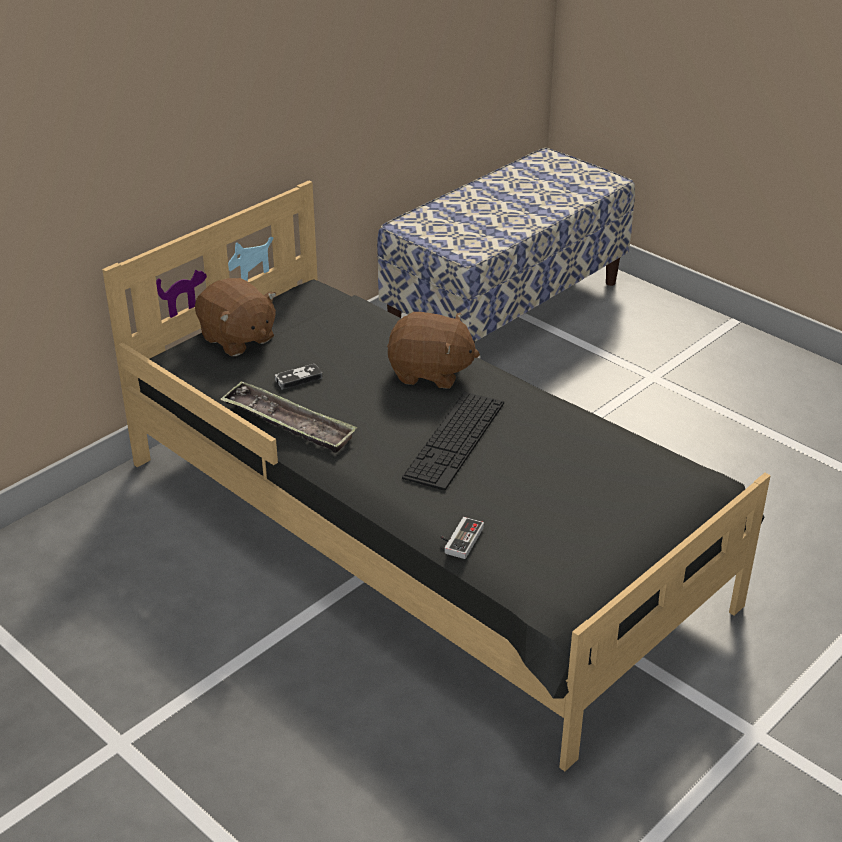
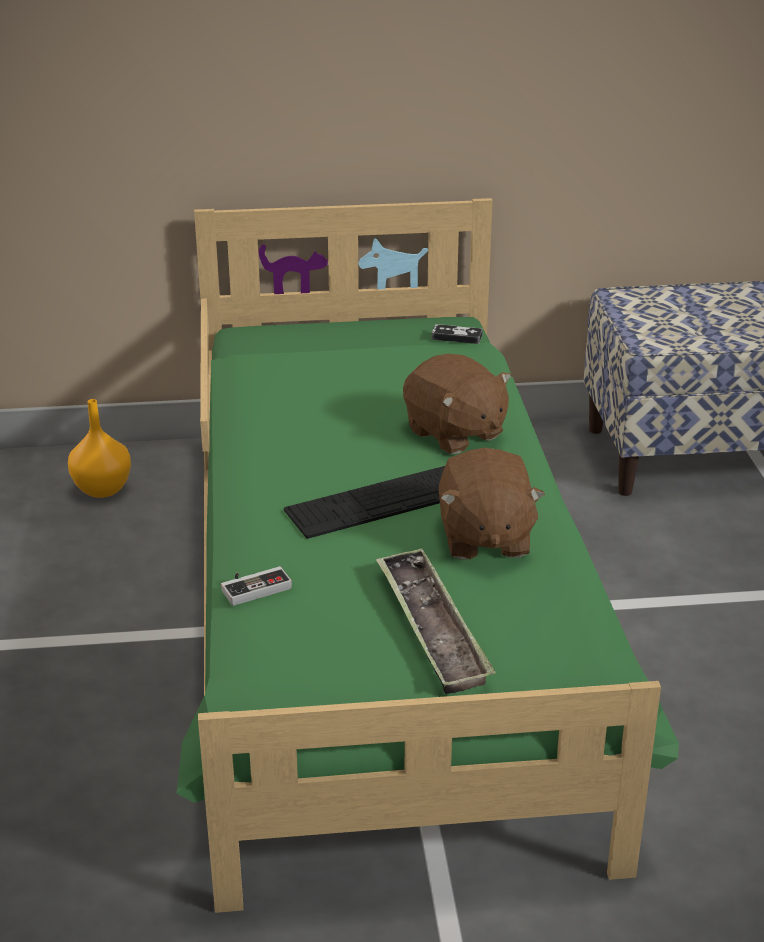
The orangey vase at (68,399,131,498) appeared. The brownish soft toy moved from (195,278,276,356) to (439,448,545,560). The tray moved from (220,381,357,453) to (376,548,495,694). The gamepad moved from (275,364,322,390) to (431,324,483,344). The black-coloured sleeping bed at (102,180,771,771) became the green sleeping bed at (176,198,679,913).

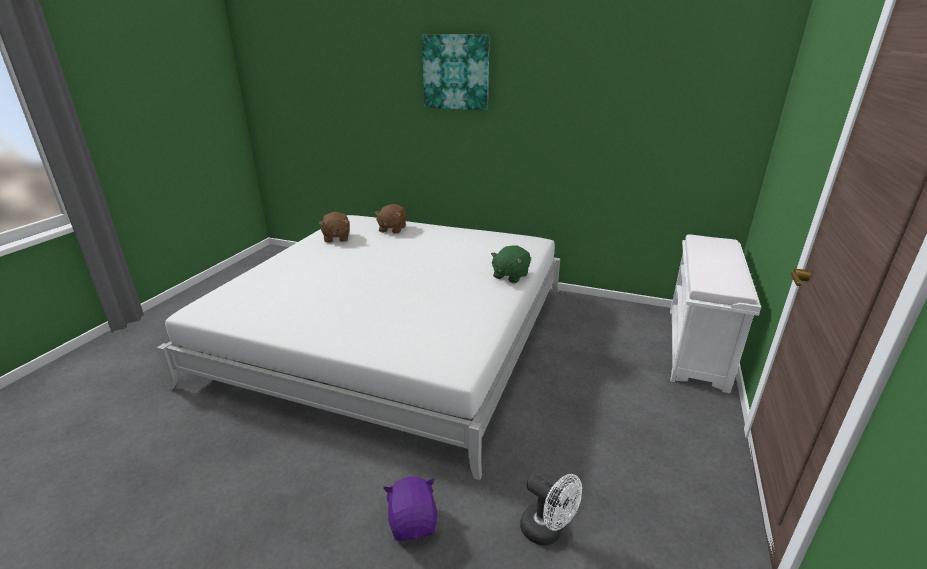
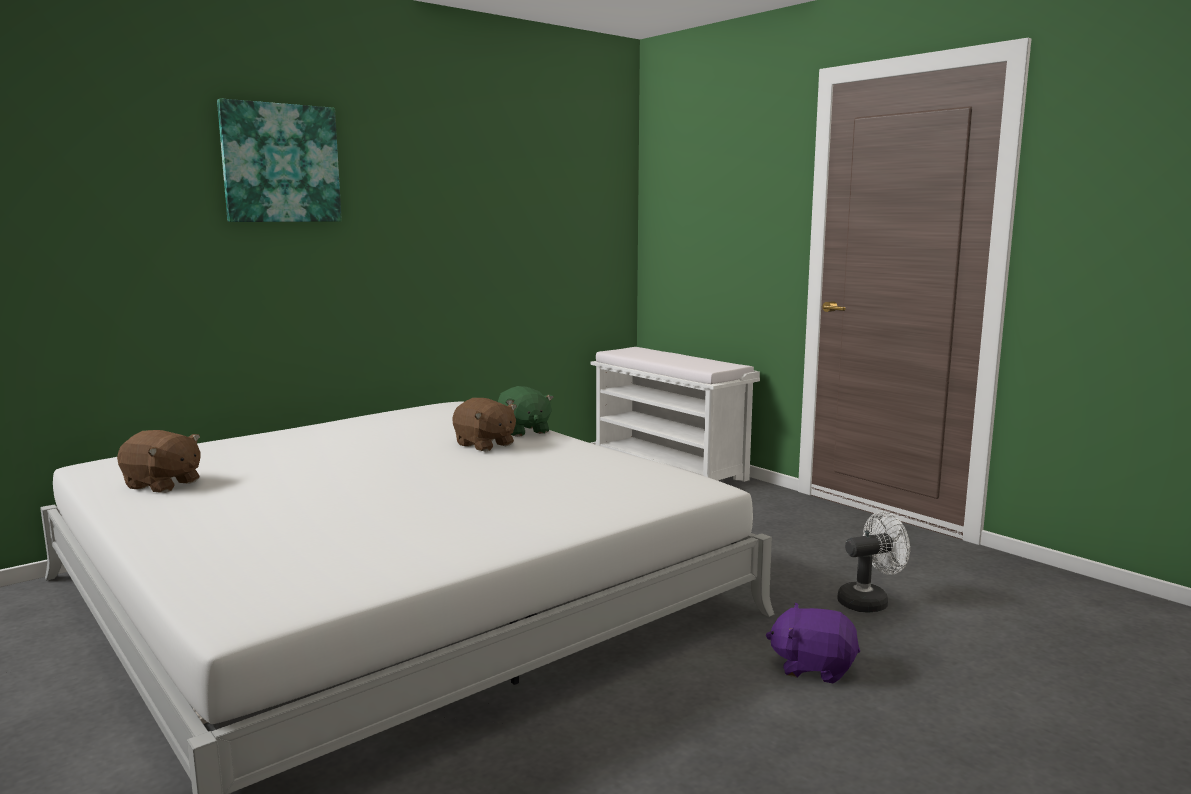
The brownish soft toy moved from (375,204,407,234) to (452,398,517,452).

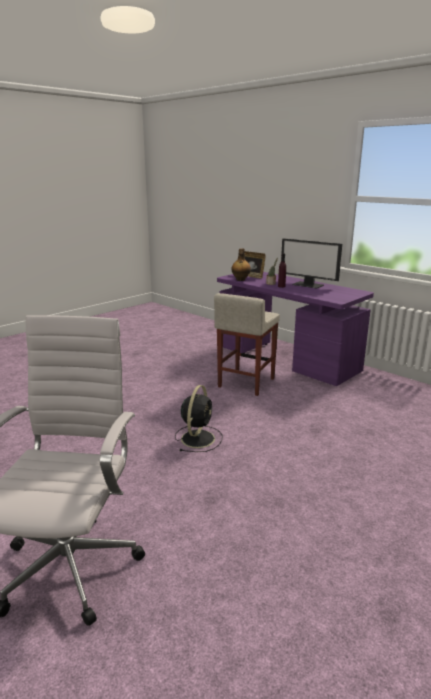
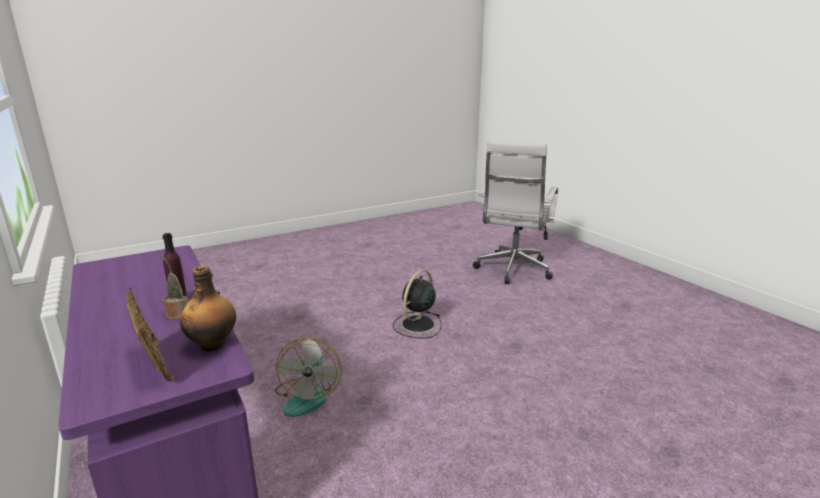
The monitor at (281,238,342,288) disappeared. The beige stool seat at (214,293,280,396) was replaced by the electric fan at (275,338,342,417).

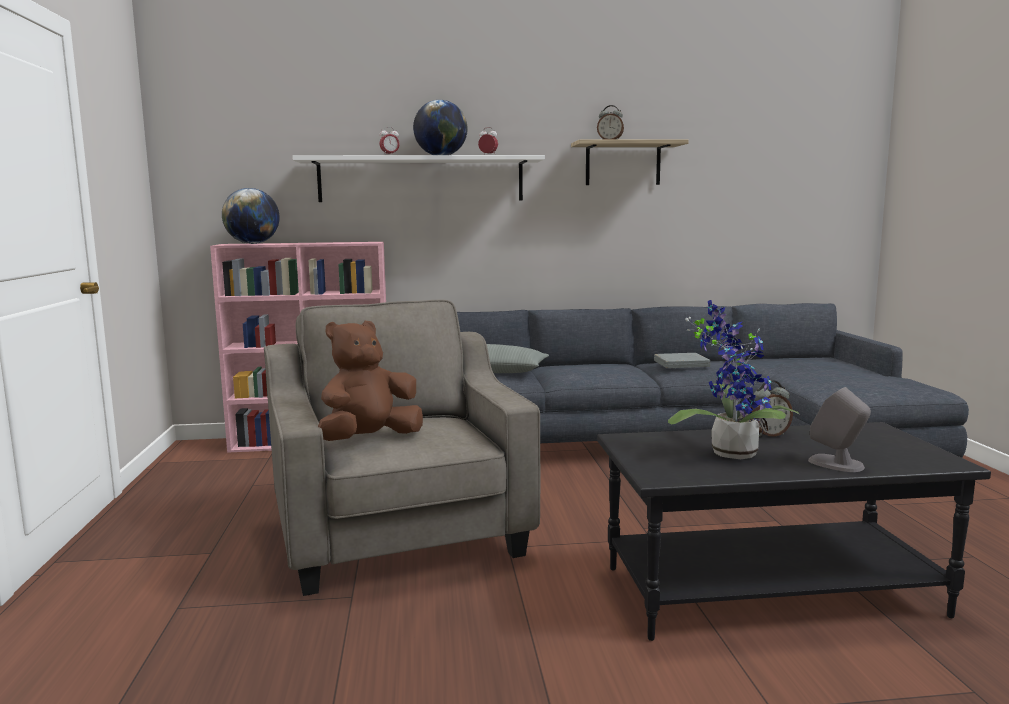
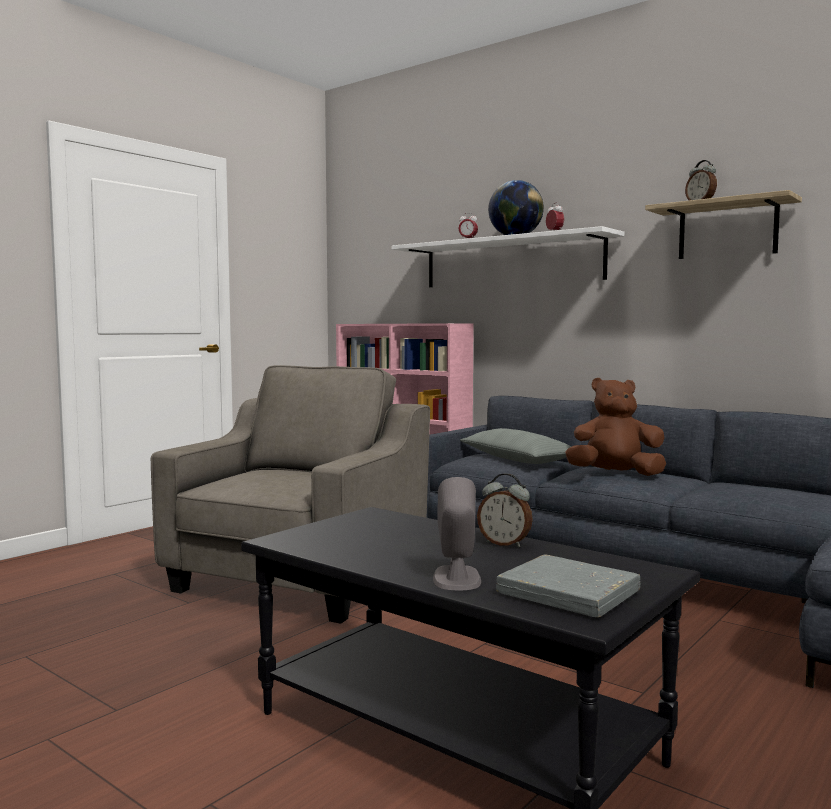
The desk globe at (222,188,279,244) disappeared. The potted plant at (668,300,799,459) disappeared. The brownish soft toy moved from (318,321,423,441) to (565,378,666,476). The grey book moved from (654,353,710,368) to (496,554,640,617).

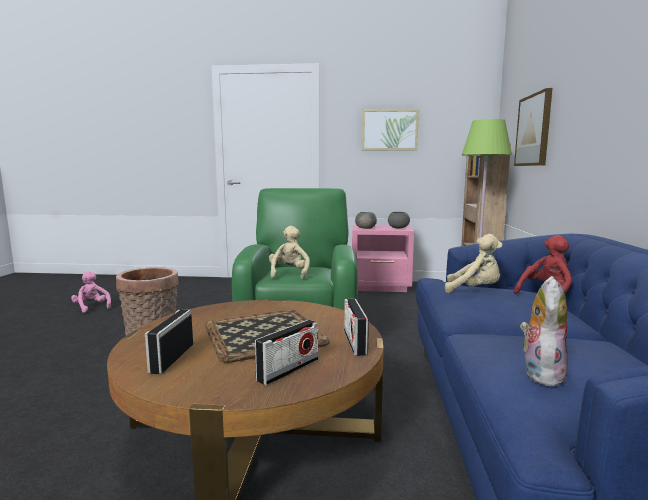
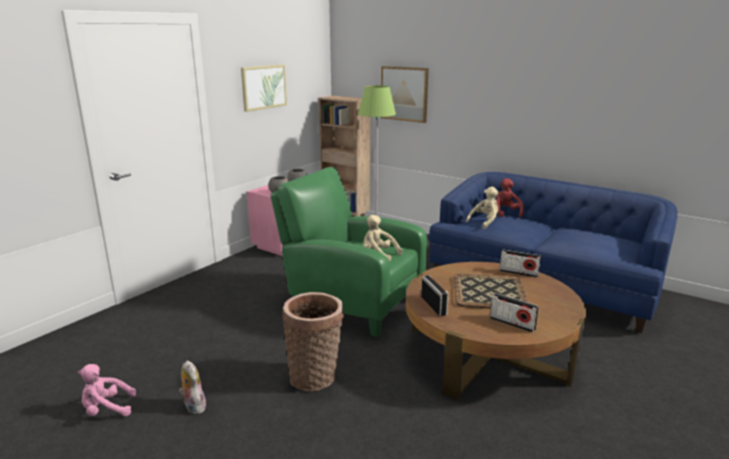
The radio moved from (255,320,318,385) to (421,275,449,316). The soft toy moved from (520,276,568,388) to (179,361,206,414).

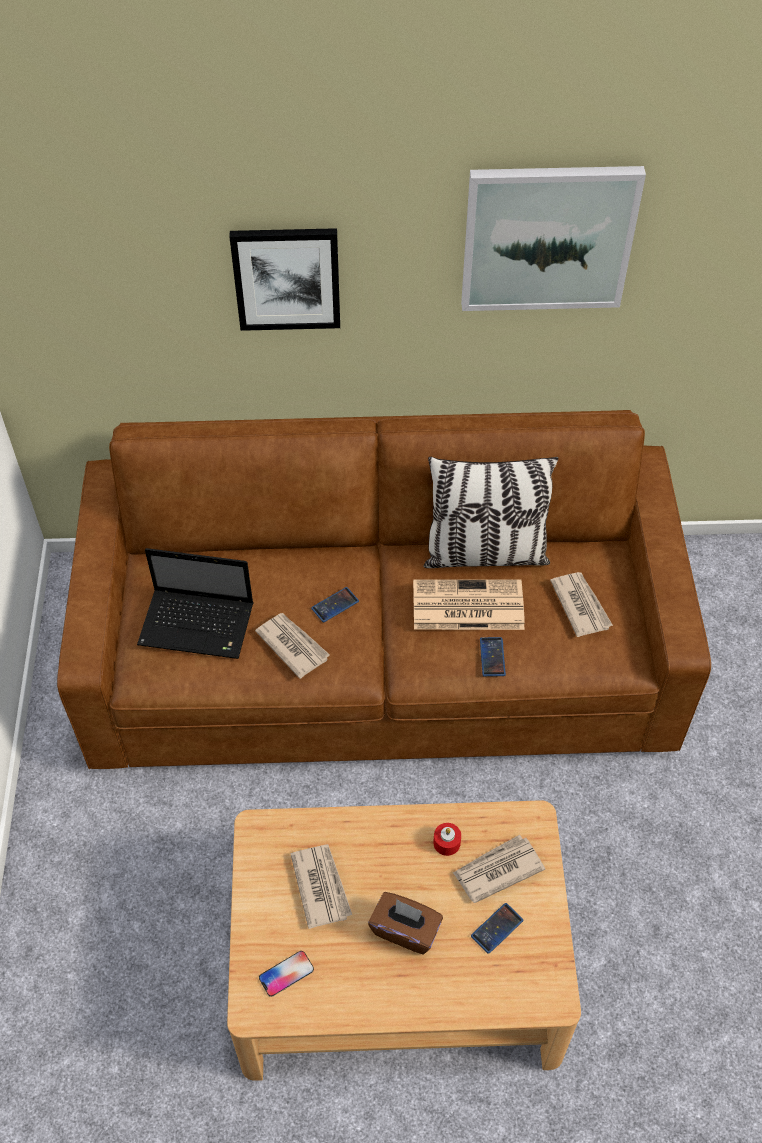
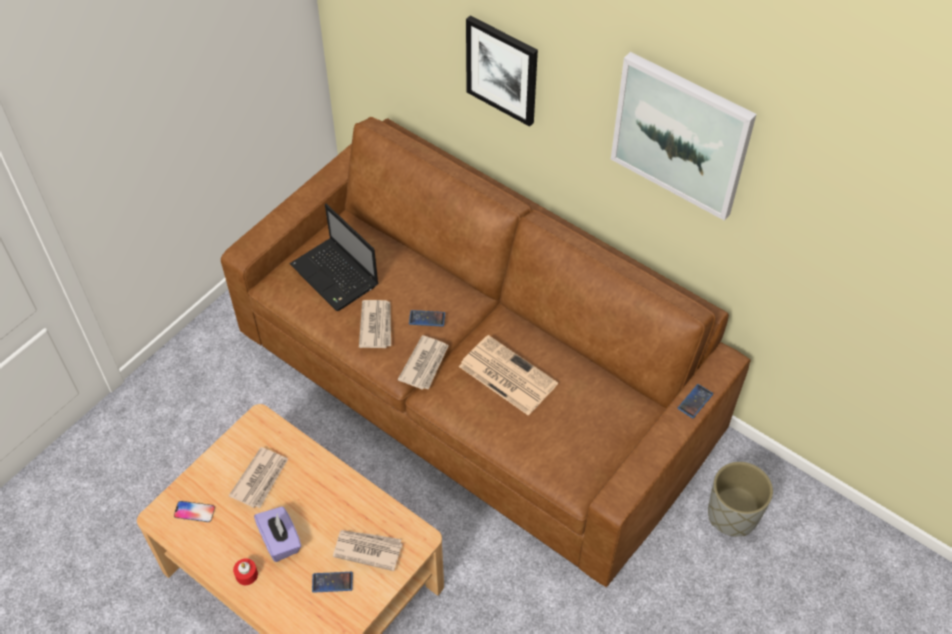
The cushion at (423,457,558,568) disappeared. The grey flower pot at (708,462,773,536) appeared. The reddish candle moved from (433,823,461,856) to (233,559,258,585). The telephone moved from (480,637,506,676) to (678,384,713,418). The daily paper moved from (550,572,613,637) to (398,335,449,390). The brownish tissue holder at (368,892,443,954) became the purple tissue holder at (254,507,301,562).

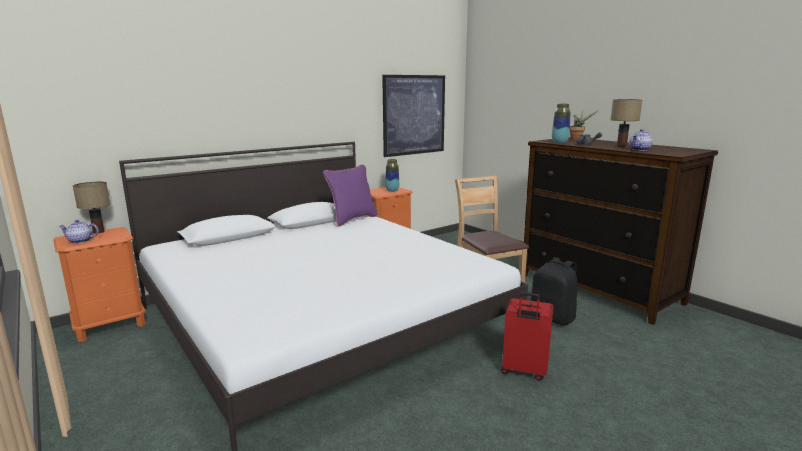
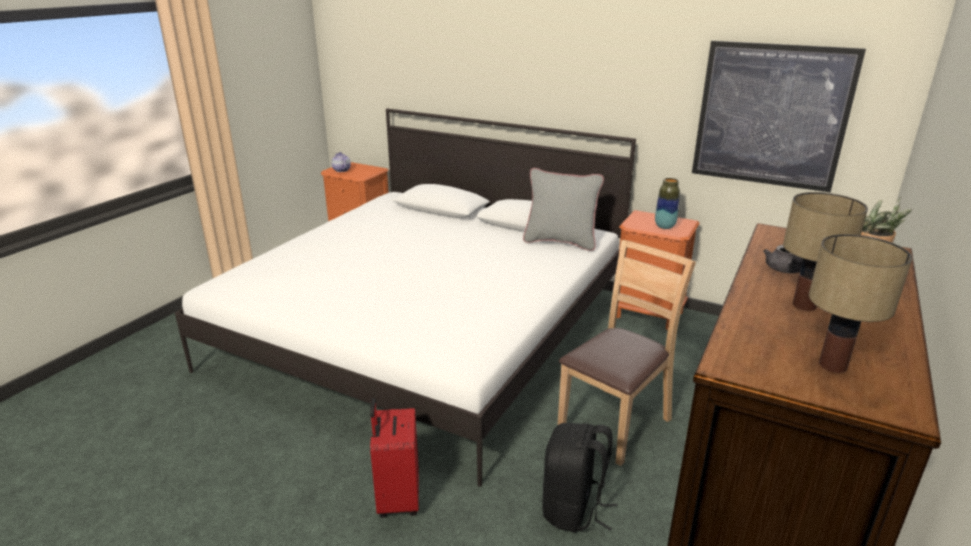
The vase at (552,104,570,143) disappeared. The teapot at (629,129,653,151) disappeared. The tabletop lamp moved from (73,182,110,234) to (809,234,912,373). The purple cushion at (323,165,378,226) became the grey cushion at (523,168,604,251).

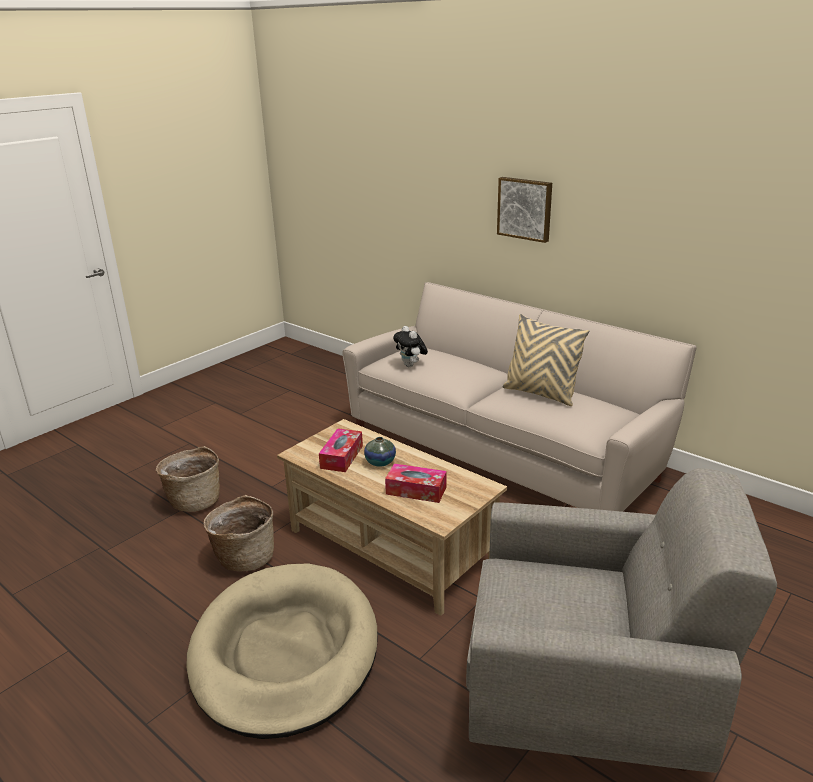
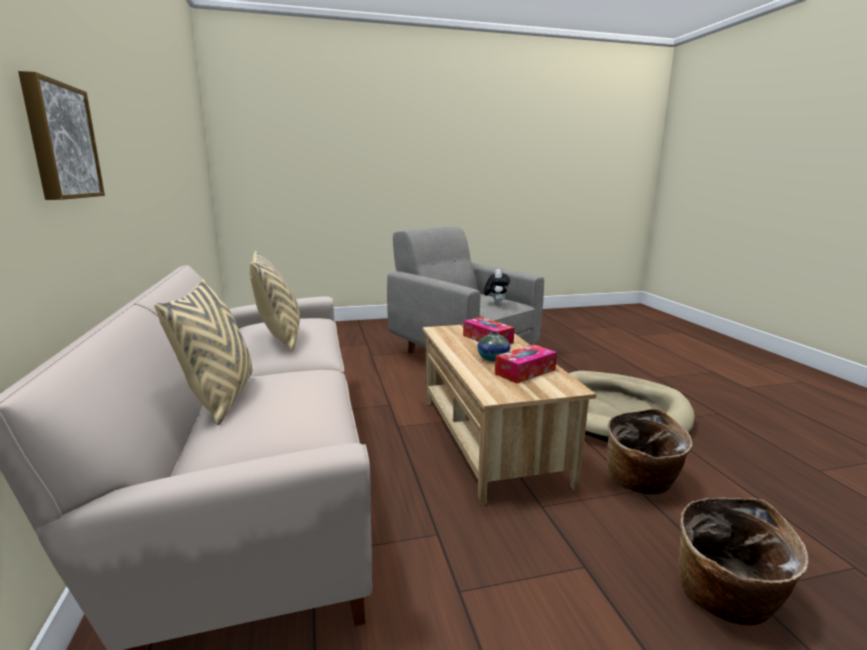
The beige cushion at (154,279,253,425) appeared. The soft toy moved from (393,326,428,367) to (484,269,510,305).

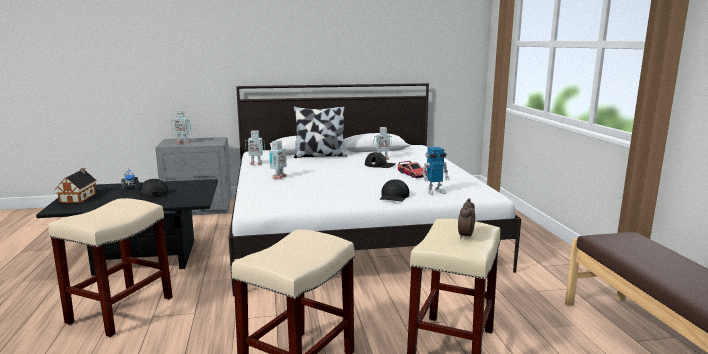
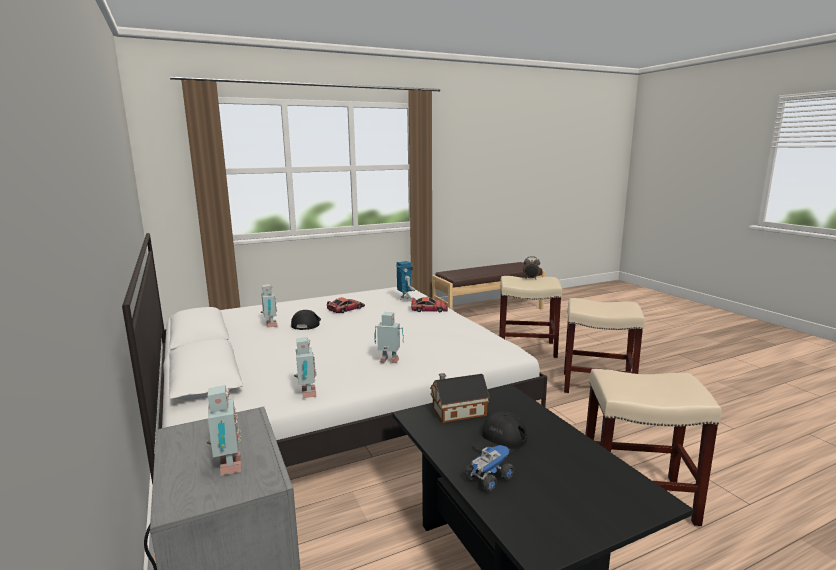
The cushion at (293,106,347,158) disappeared. The miniature house moved from (56,168,96,203) to (430,373,490,423). The black-coloured cap at (380,179,409,202) was replaced by the toy car at (411,297,448,312).

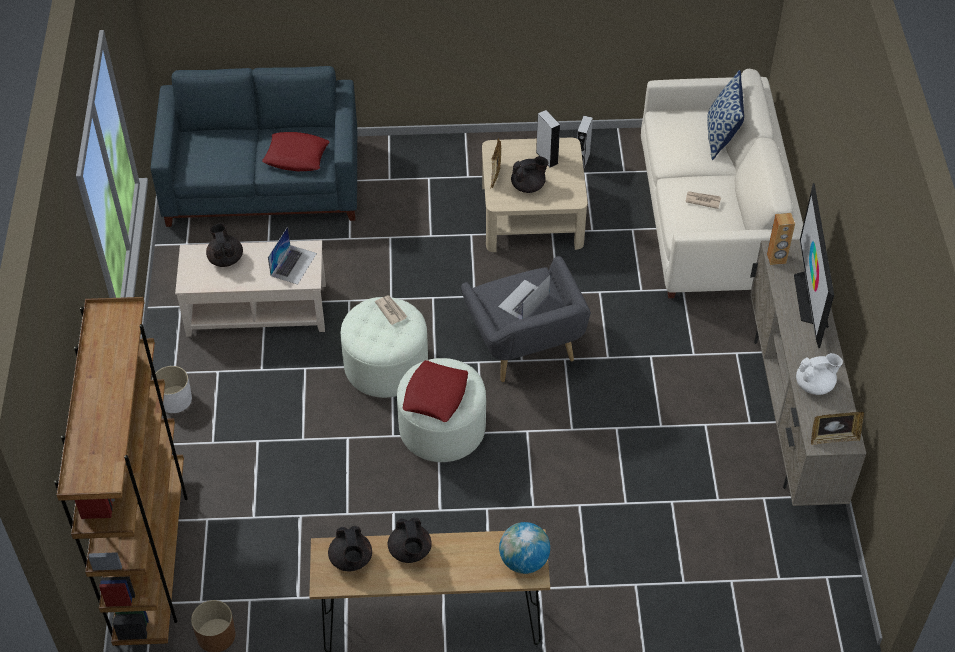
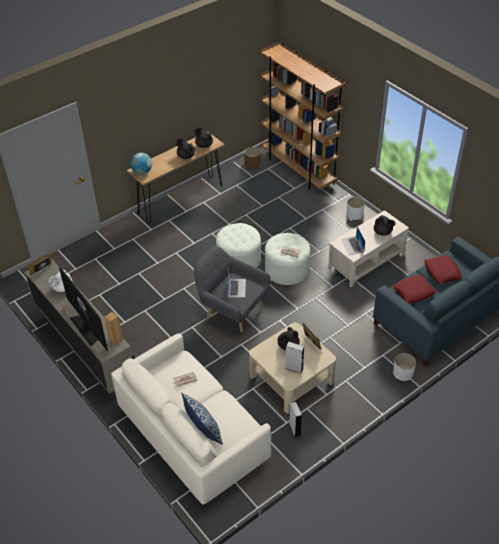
The white-coloured flower pot at (393,353,416,381) appeared. The reddish cushion moved from (402,360,468,422) to (424,255,462,284).

